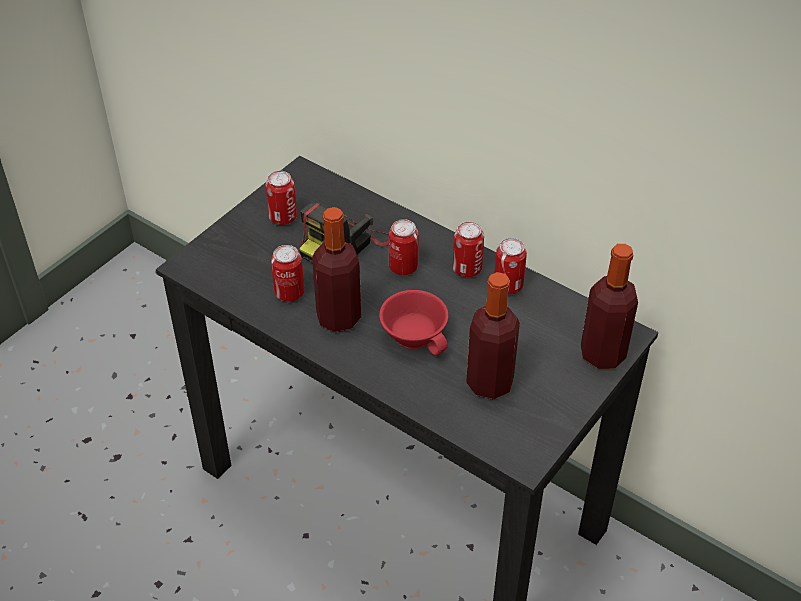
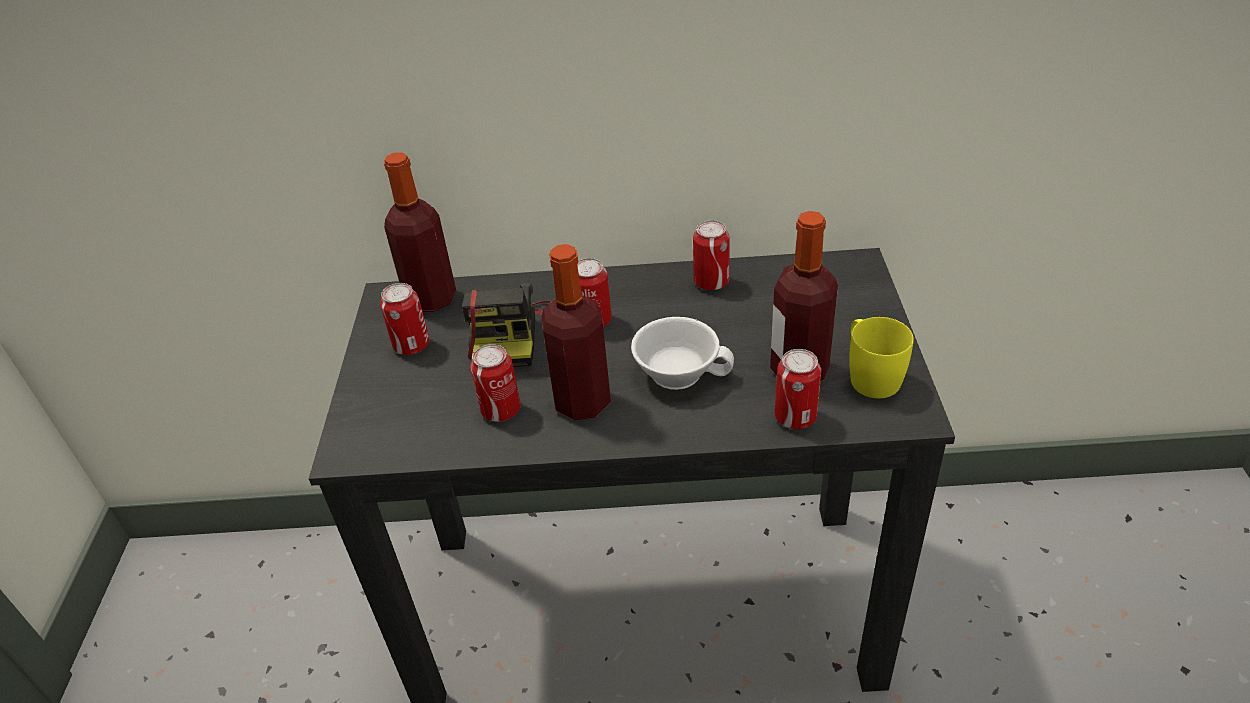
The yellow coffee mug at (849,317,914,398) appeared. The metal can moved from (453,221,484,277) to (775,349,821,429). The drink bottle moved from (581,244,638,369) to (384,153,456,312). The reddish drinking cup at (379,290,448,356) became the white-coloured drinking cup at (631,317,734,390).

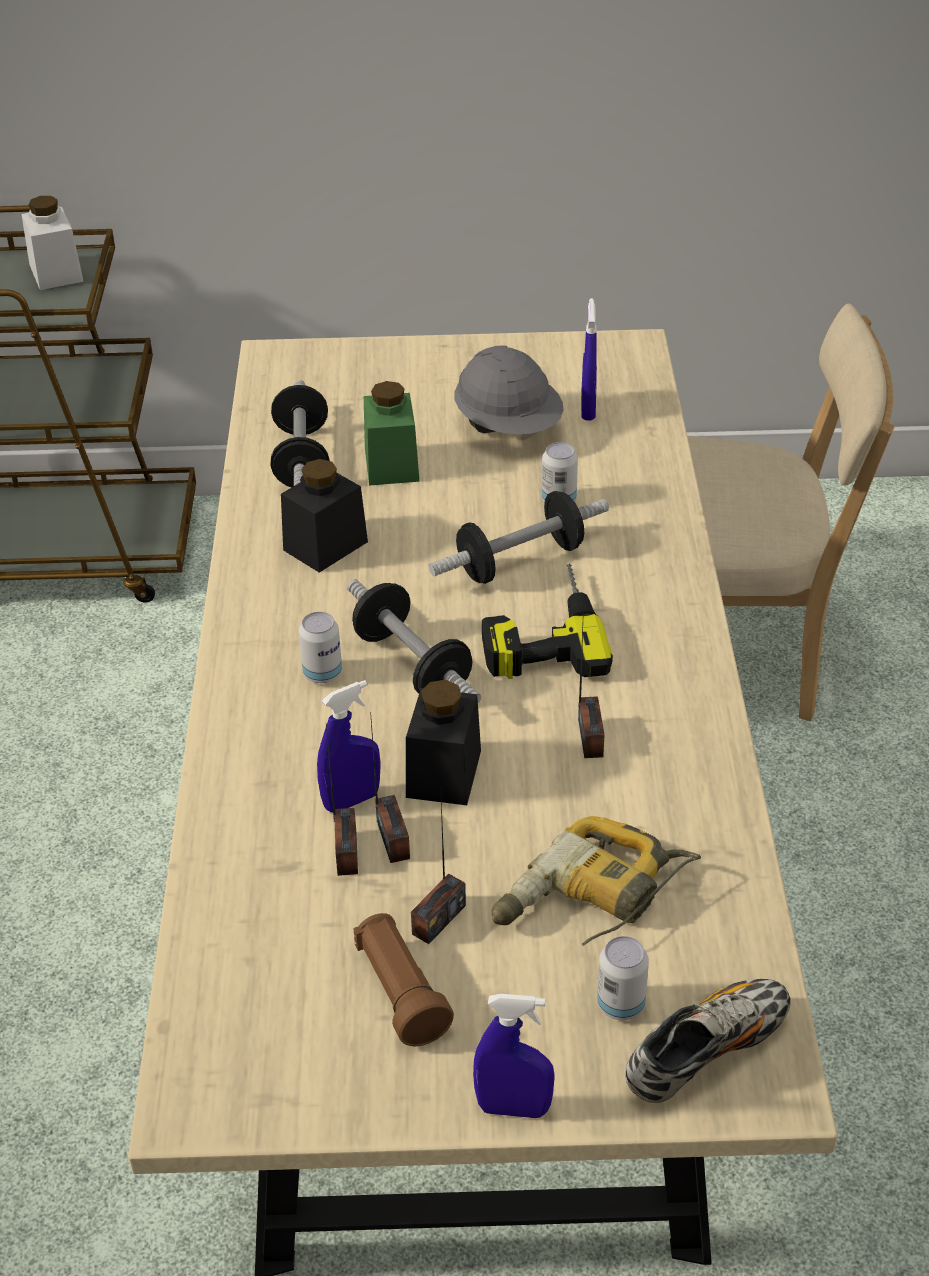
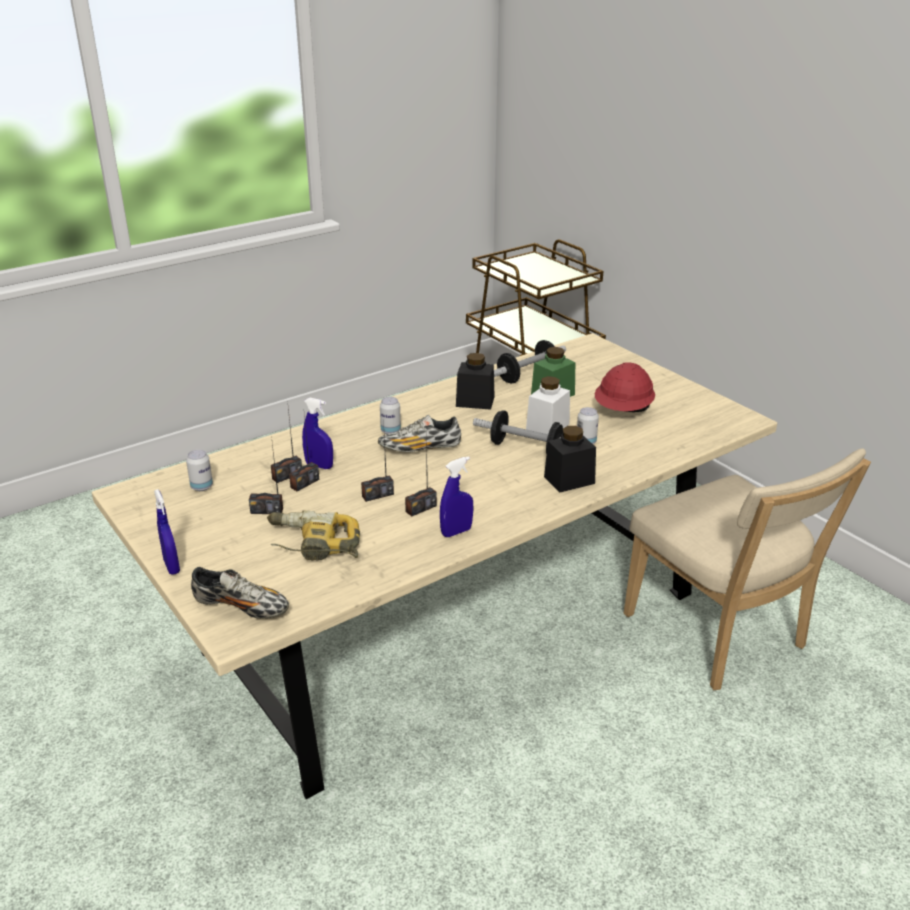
The brownish torch at (353,913,454,1046) disappeared. The power drill at (482,564,613,679) disappeared. The radio at (361,420,394,502) appeared. The white-coloured preserve jar moved from (21,196,84,290) to (526,376,570,434). The black-coloured preserve jar moved from (406,680,481,805) to (544,426,596,493). The blue sprayer moved from (581,298,597,420) to (440,456,473,537). The metal can moved from (597,936,649,1020) to (186,450,213,491). The free weight at (347,579,481,703) was replaced by the item of footwear at (378,415,461,452). The grey hard hat at (454,345,563,434) became the reddish hard hat at (595,362,655,412).

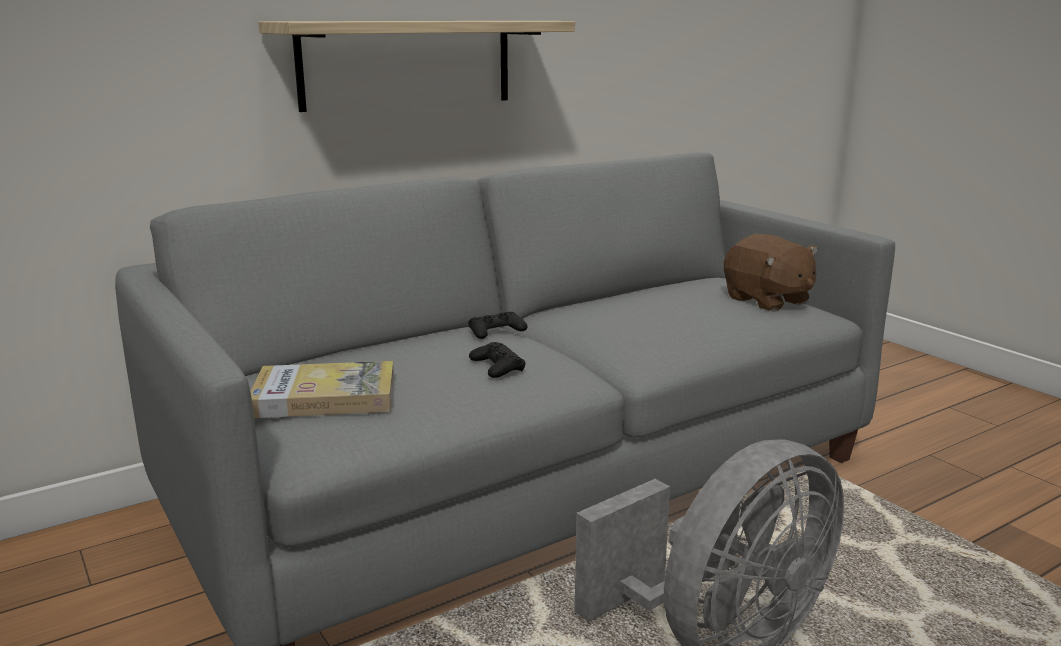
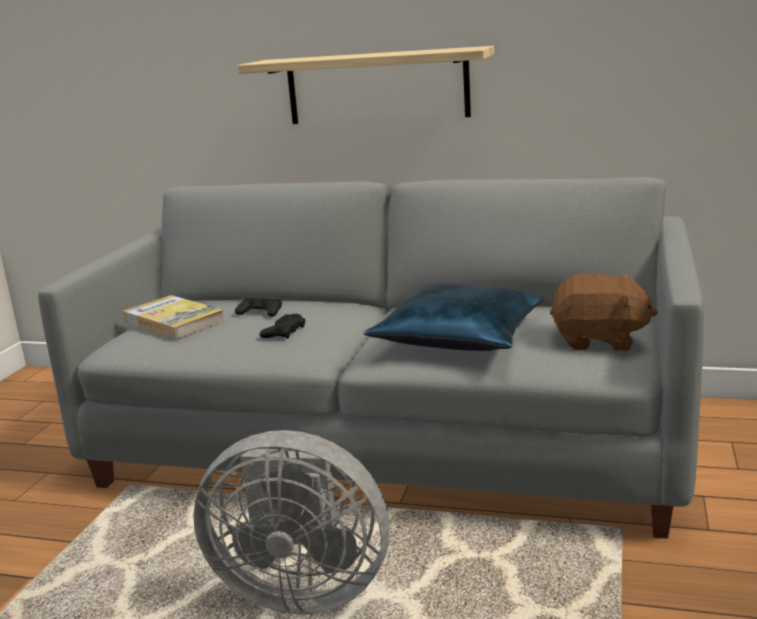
The blue cushion at (363,283,544,351) appeared. The black-coloured gamepad moved from (468,312,528,339) to (235,298,282,317). The brownish soft toy at (724,234,818,312) turned 90 degrees counterclockwise.

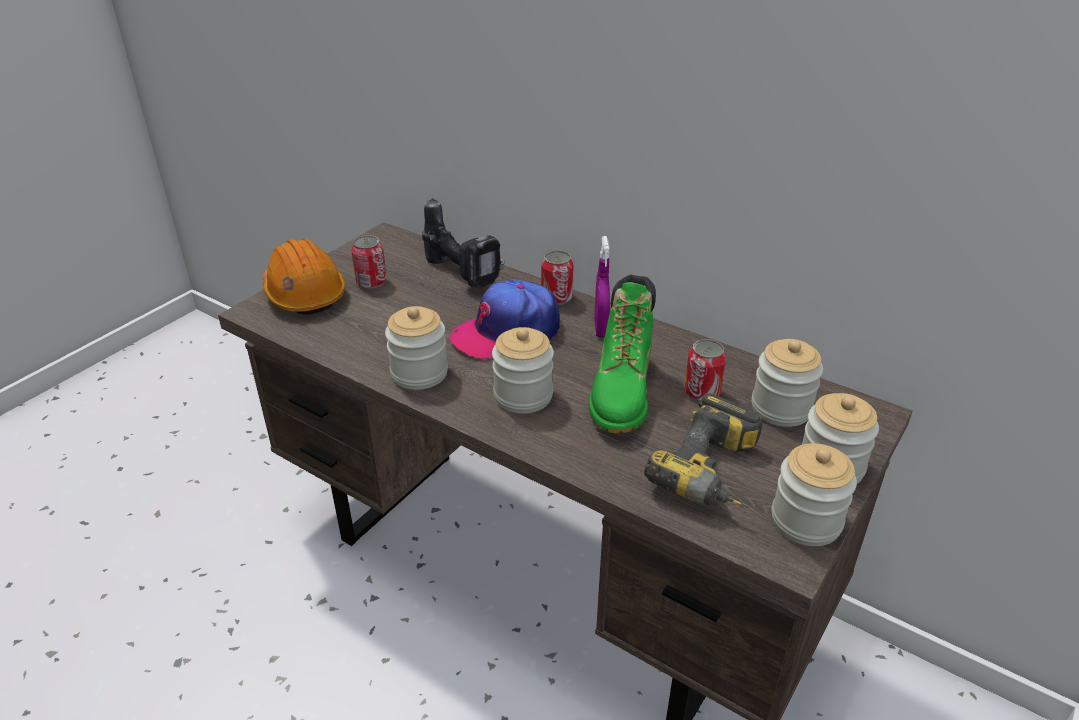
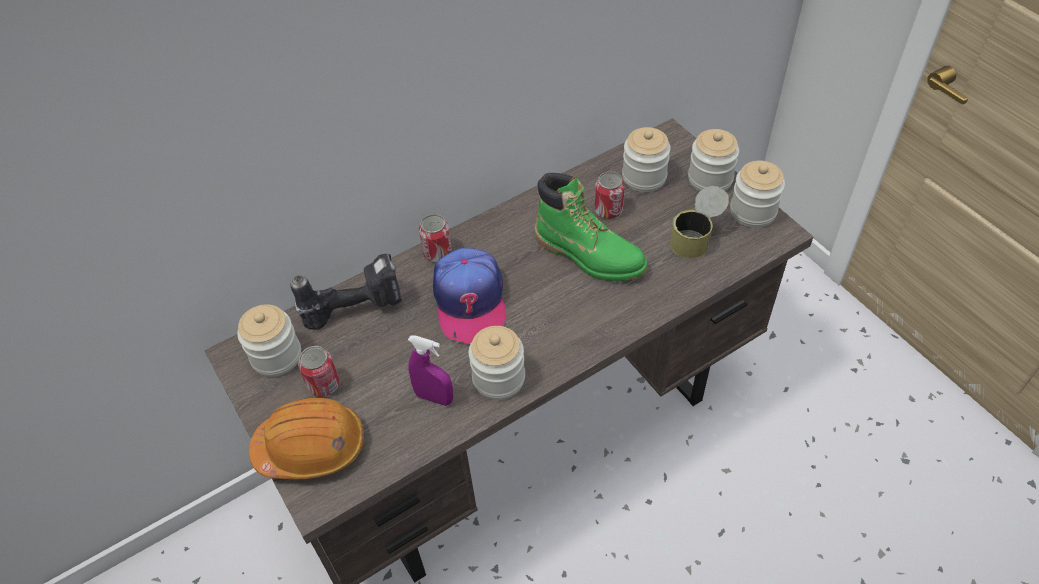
The preserve jar moved from (492,327,554,413) to (237,304,301,377). The purple sprayer moved from (594,236,610,338) to (408,335,453,406). The power drill at (644,394,762,508) was replaced by the metal can at (670,186,729,259).

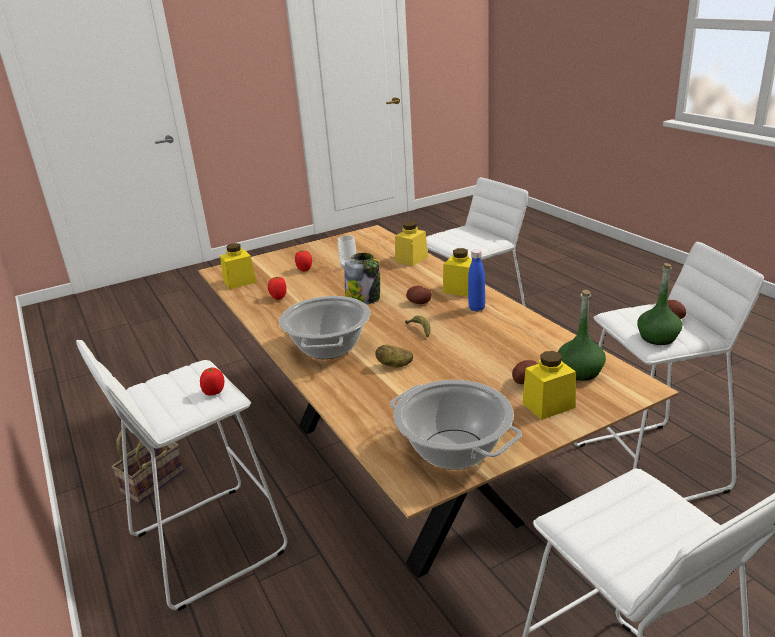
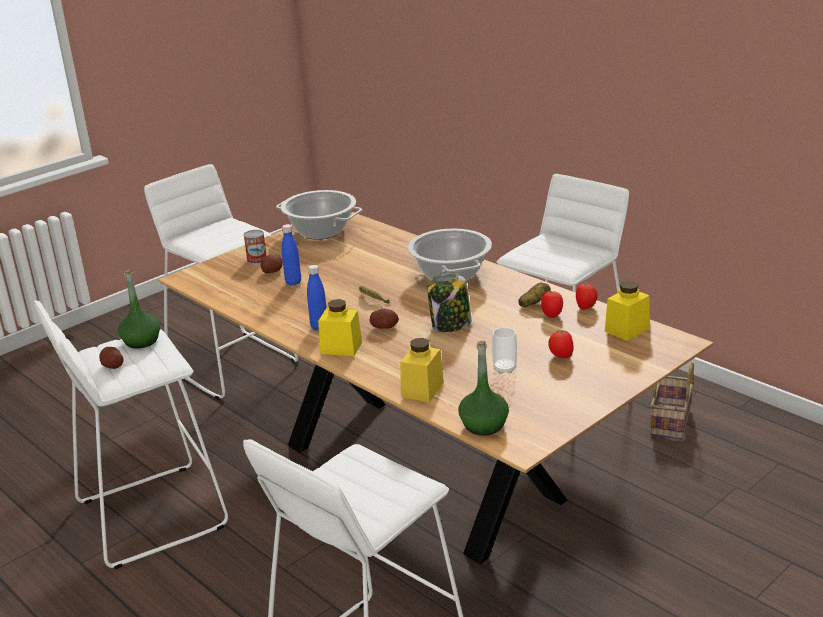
The blue drink bottle at (282,224,301,285) appeared. The tomato moved from (200,368,224,396) to (576,283,598,310). The spud moved from (375,345,413,368) to (518,282,551,307). The green drink bottle moved from (558,290,606,381) to (458,341,509,436). The yellow preserve jar at (522,351,576,420) was replaced by the metal can at (243,230,267,264).

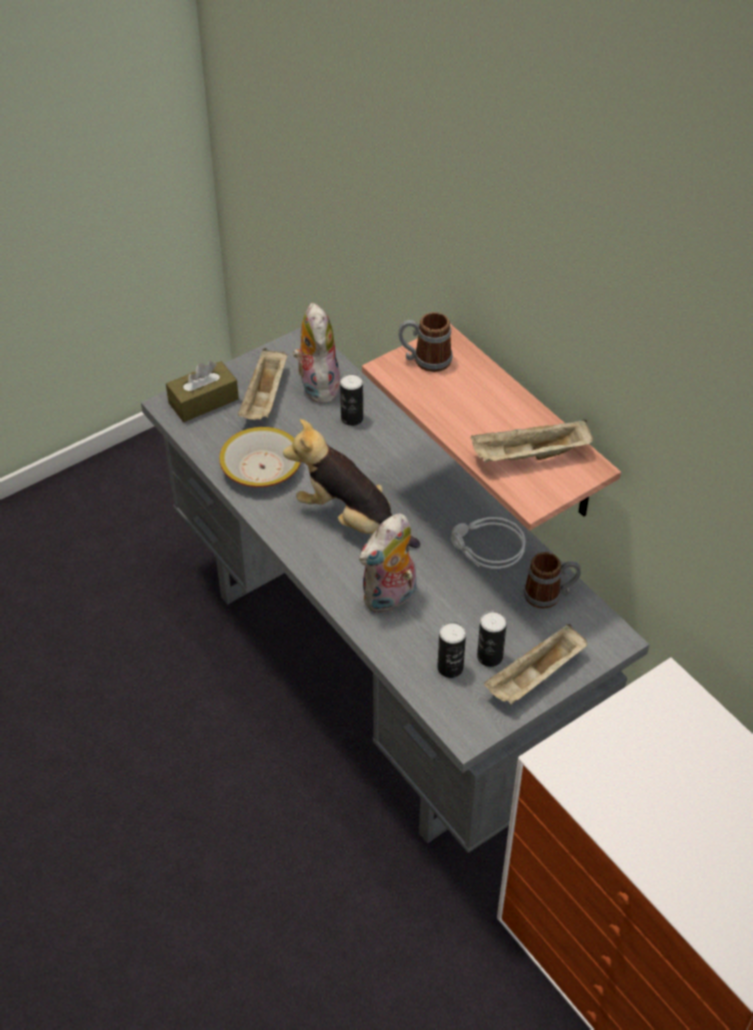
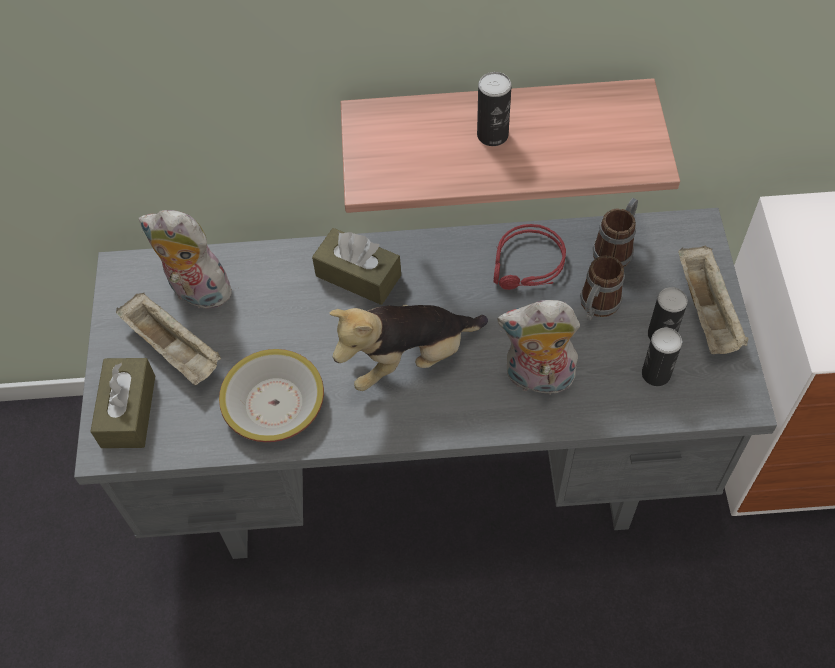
The beige tray at (471,419,593,463) disappeared. The brownish tissue holder at (312,228,401,305) appeared. The metal can moved from (340,373,363,426) to (477,72,512,146). The coffee mug moved from (398,312,453,372) to (580,255,625,321). The grey headphones at (451,517,525,569) became the reddish headphones at (494,224,566,290). The soft toy at (359,514,416,613) turned 105 degrees clockwise.

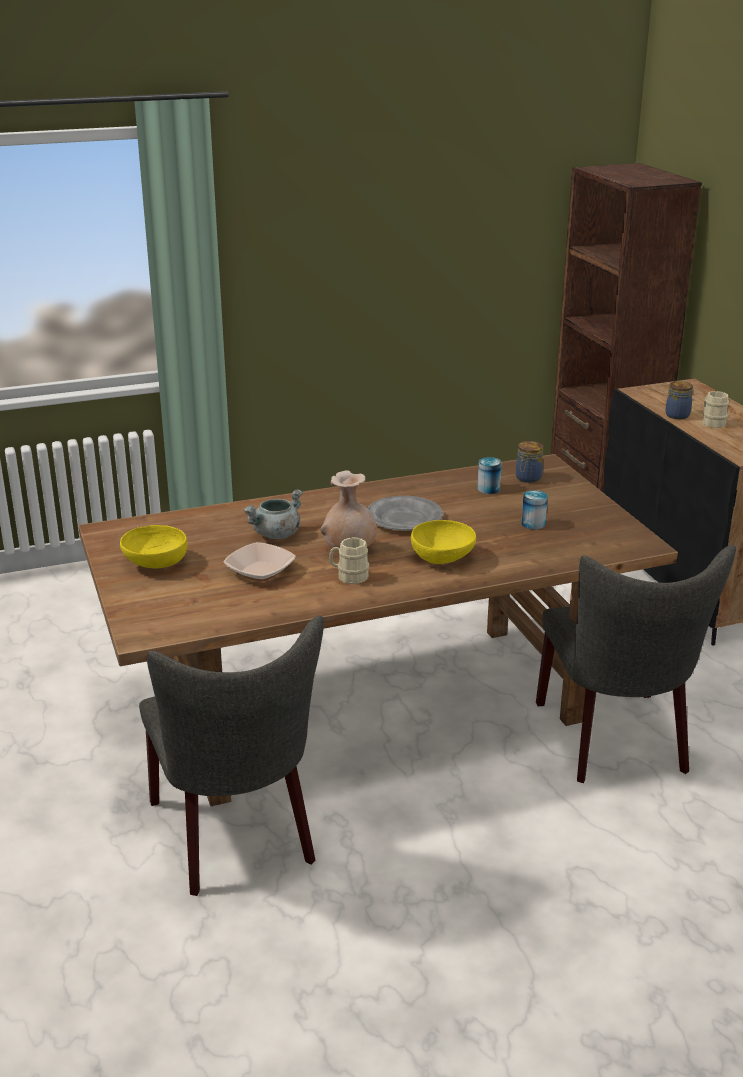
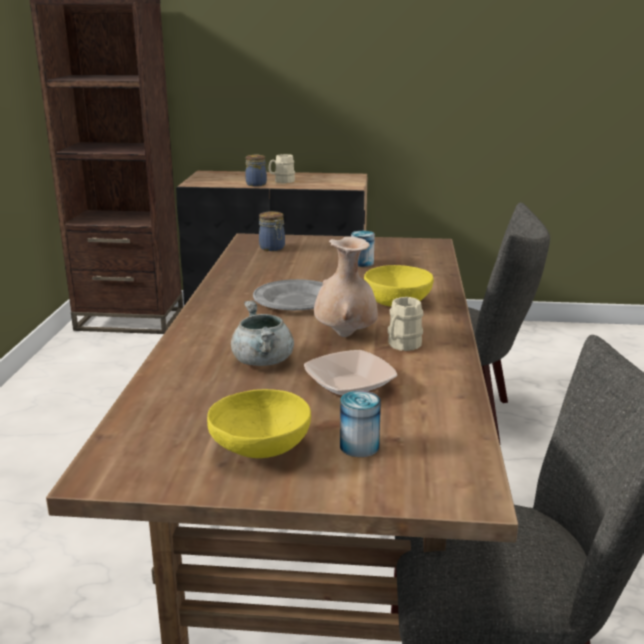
The metal can moved from (478,457,502,494) to (340,391,381,457).

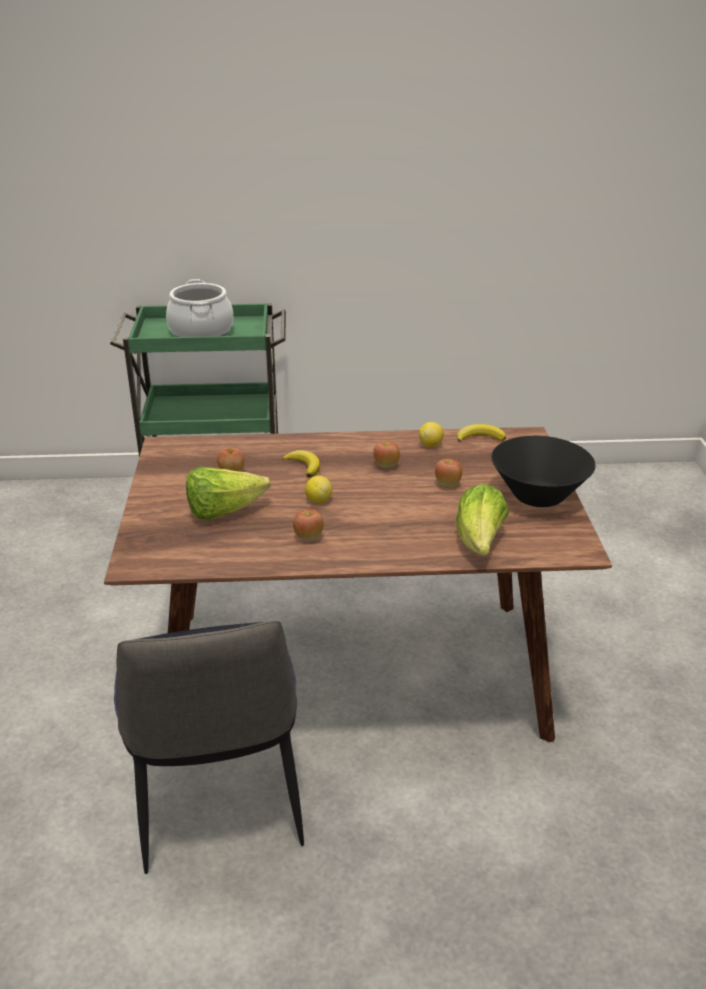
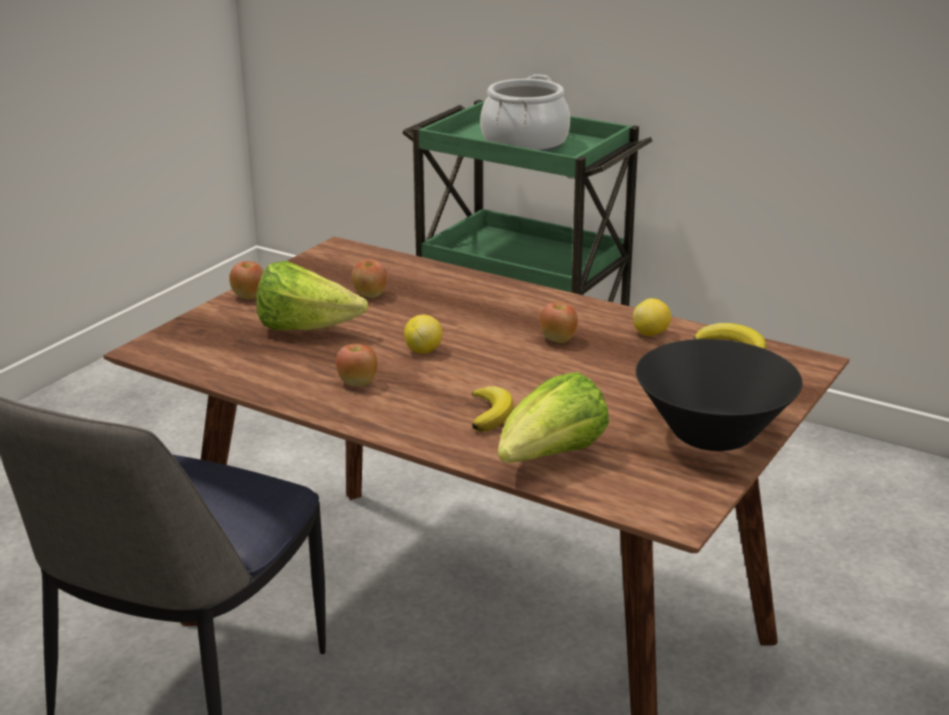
The banana moved from (283,450,320,478) to (472,386,513,432). The apple fruit moved from (435,459,462,487) to (229,261,264,299).

